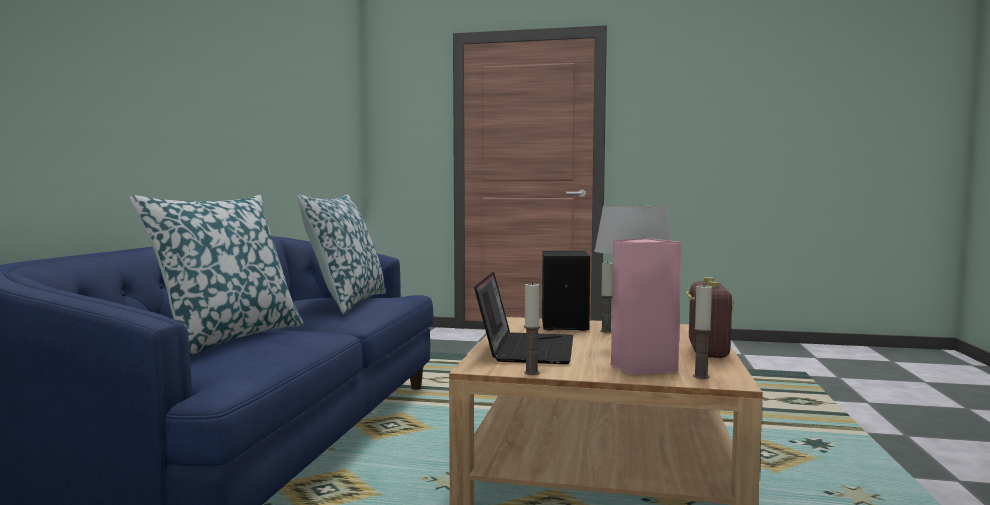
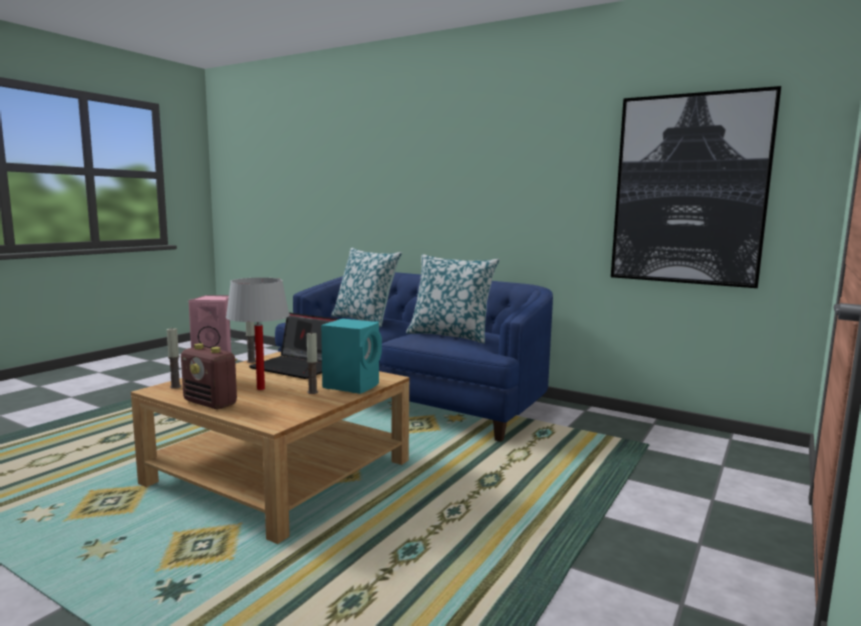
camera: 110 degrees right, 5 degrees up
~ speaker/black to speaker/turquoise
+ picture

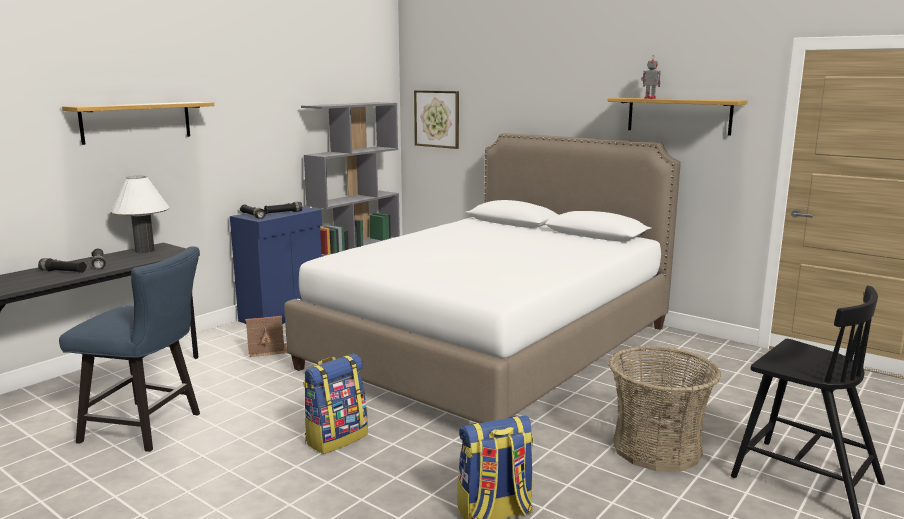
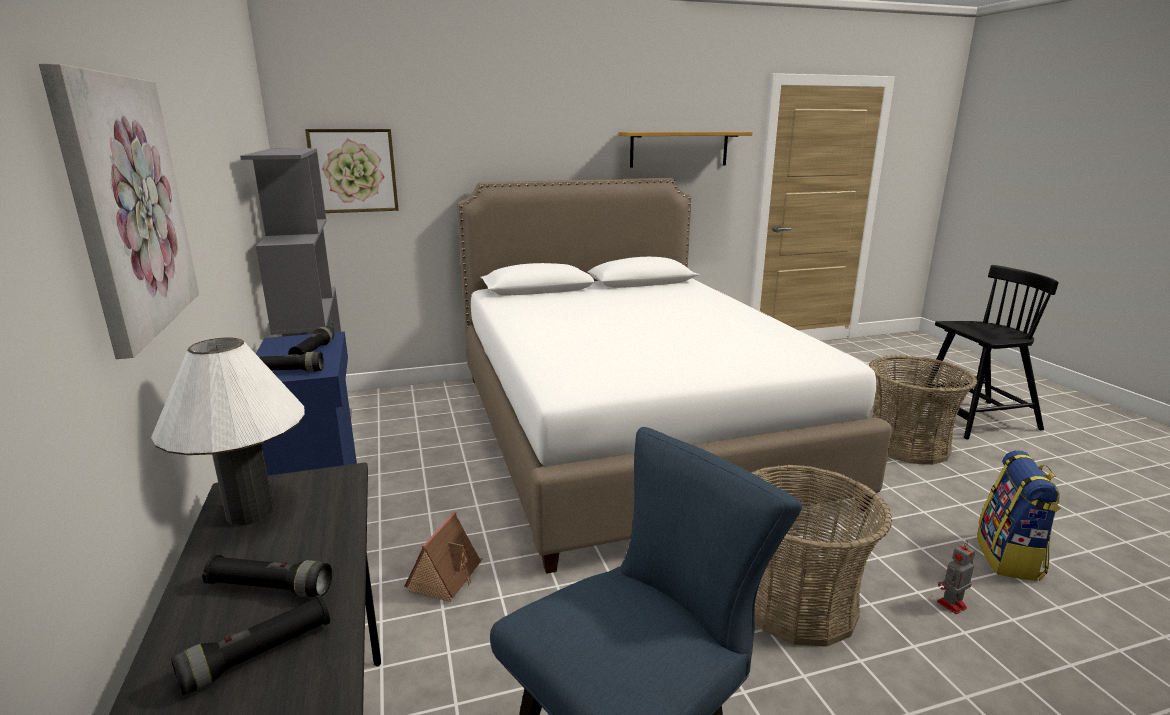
camera: 55 degrees left, 5 degrees up
~ toy robot
~ shelf (1st from left) to picture (1st from left)
~ backpack (1st from left) to basket (1st from left)

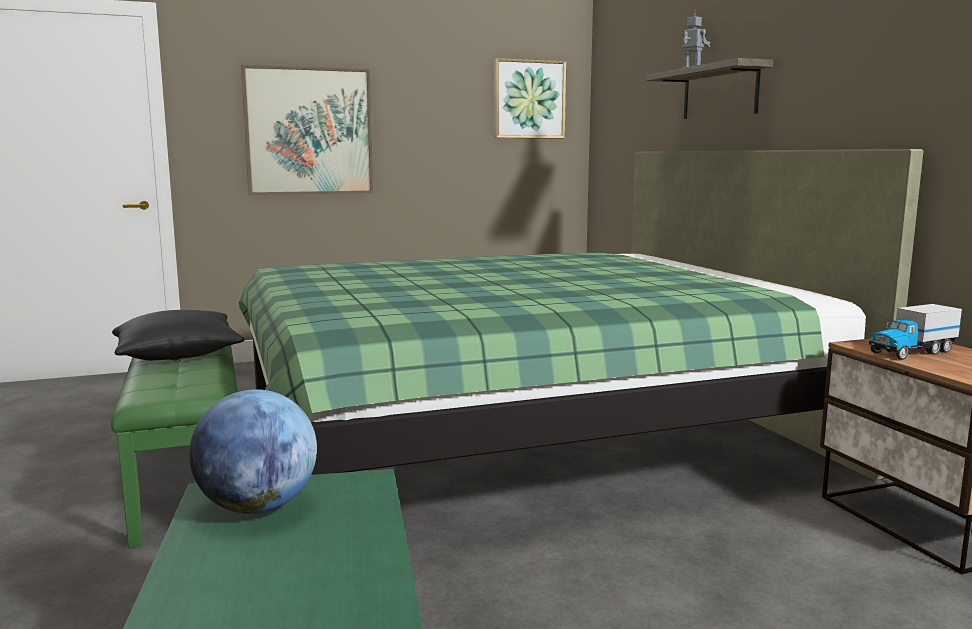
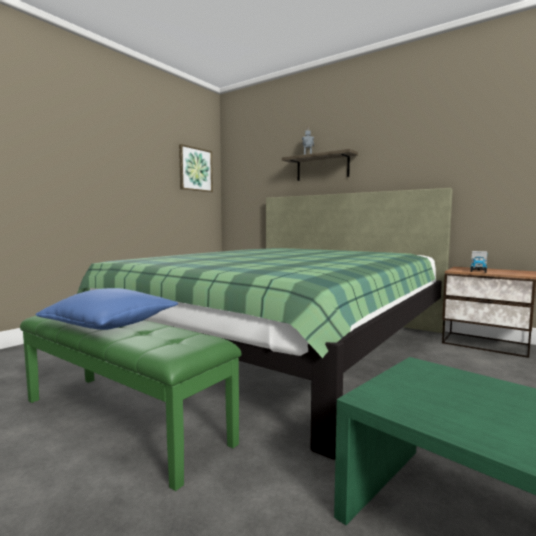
camera: 35 degrees left, 5 degrees down
- picture (1st from left)
~ pillow/black to pillow/blue
- globe

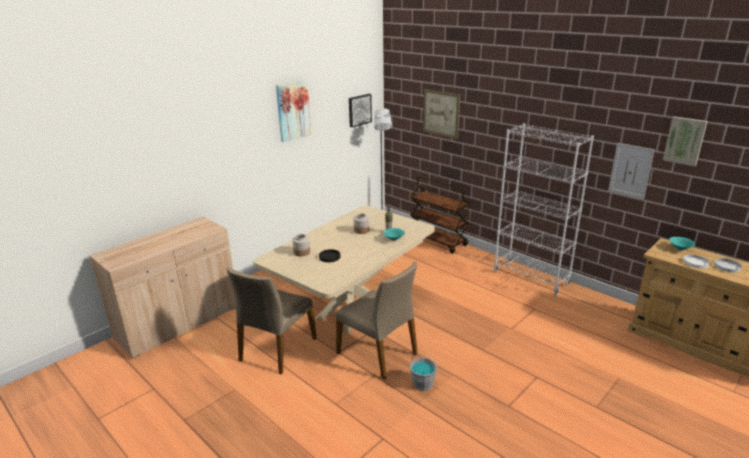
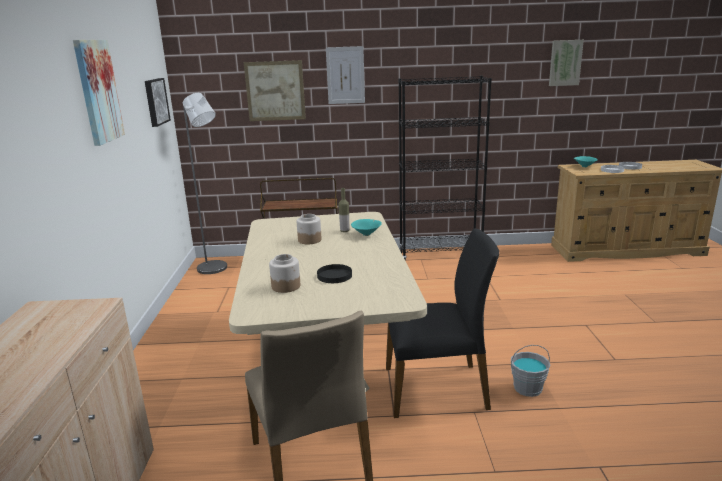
camera: 45 degrees left, 5 degrees down
~ bookcase/white to bookcase/black
~ picture (4th from left)
~ chair/beige (2nd from left) to chair/black

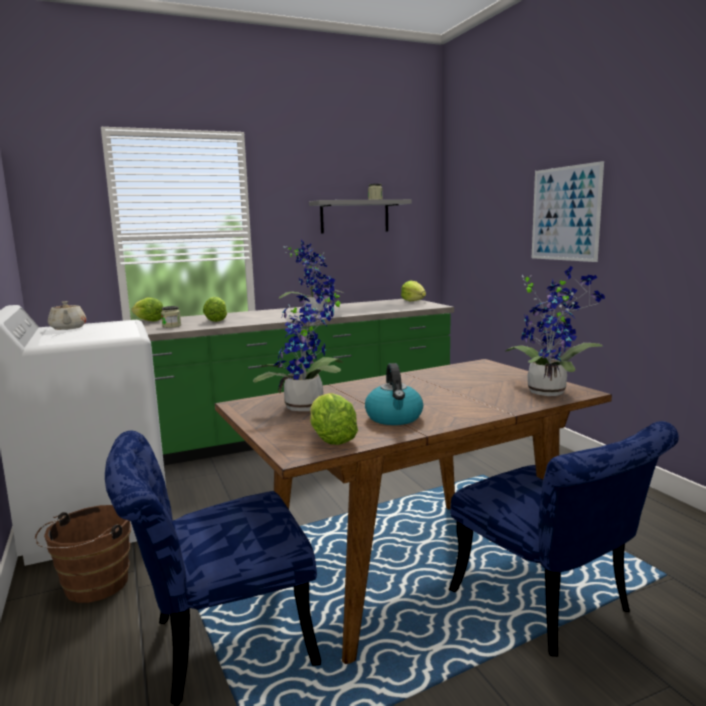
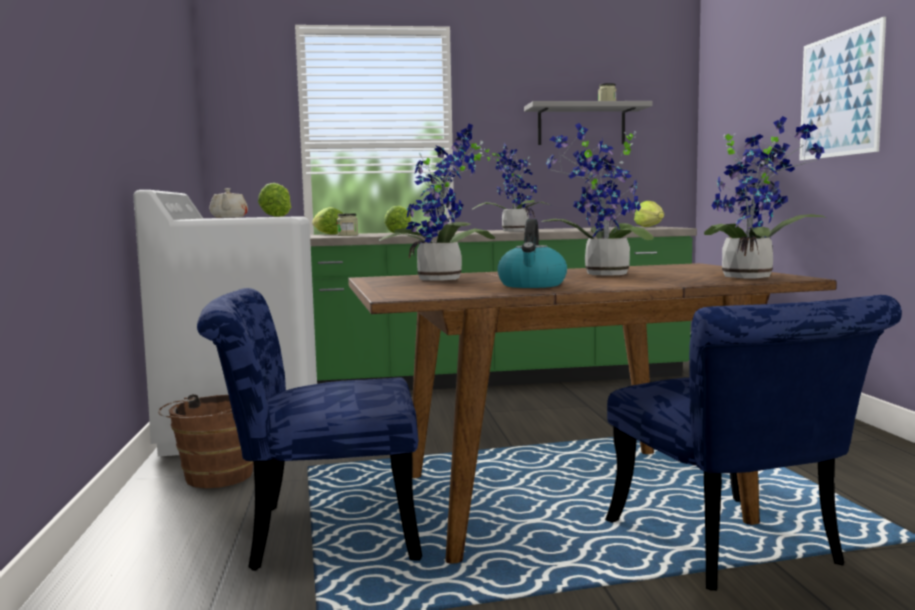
camera: 15 degrees right, 5 degrees down
~ lettuce (3rd from left in the first image) to lettuce (1st from left)
+ potted plant (3rd from left)

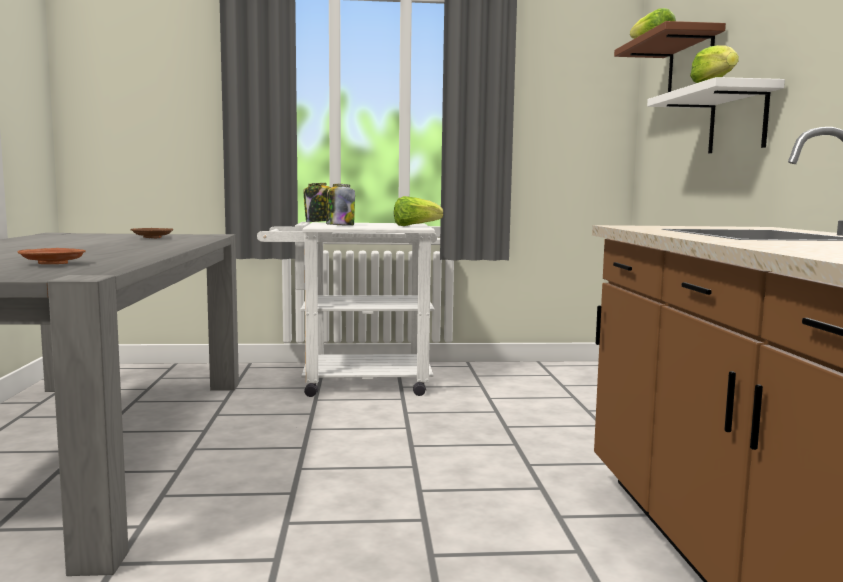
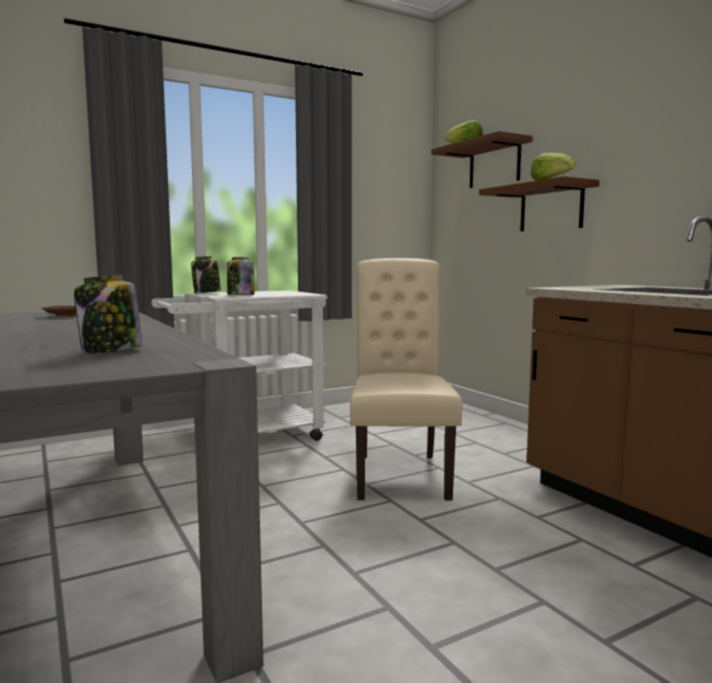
camera: 25 degrees left, 0 degrees up
~ shelf/white to shelf/brown (2nd from left)
- lettuce (1st from left)
~ plate/brown (1st from left) to jar (1st from left)
+ chair/beige

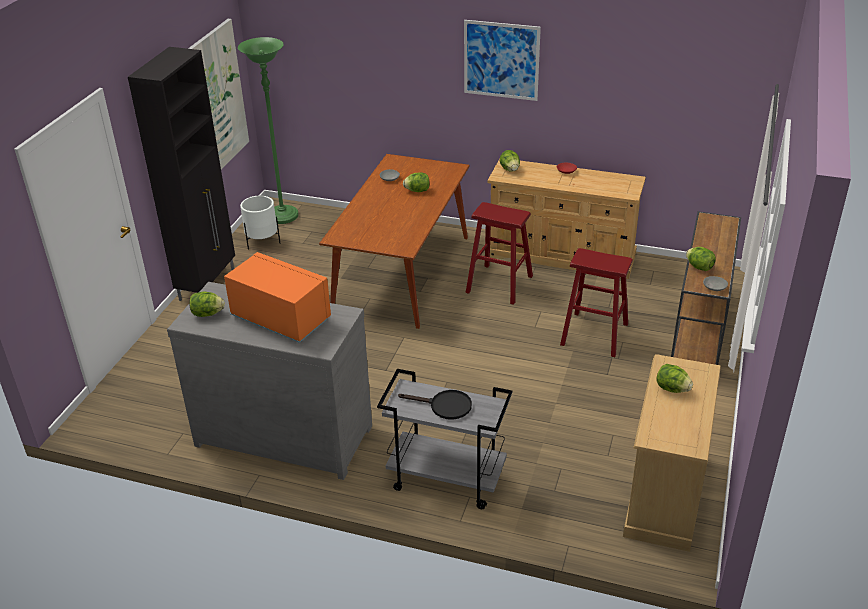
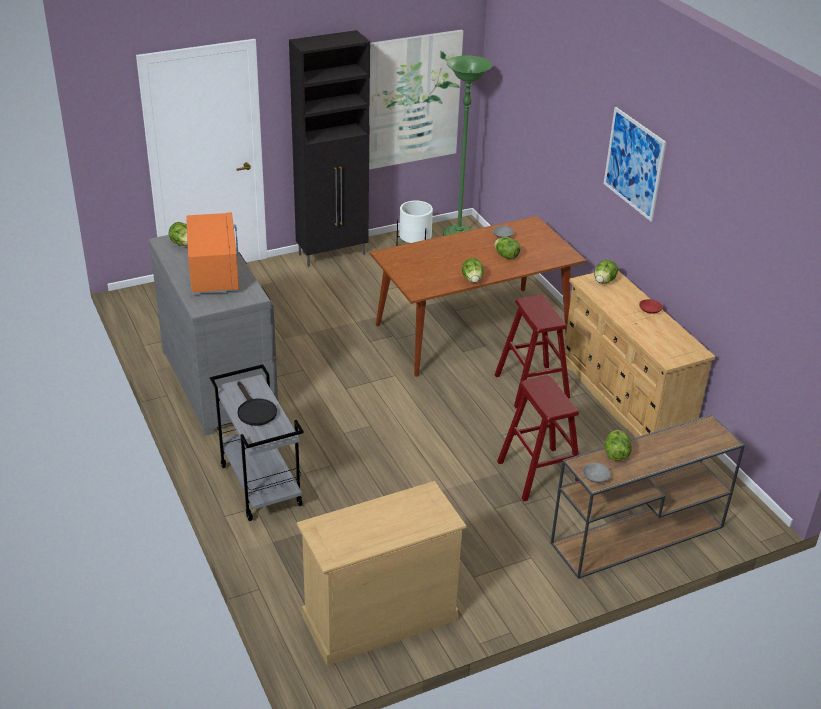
camera: 45 degrees right, 0 degrees up
~ lettuce (4th from left in the first image) to lettuce (2nd from left)

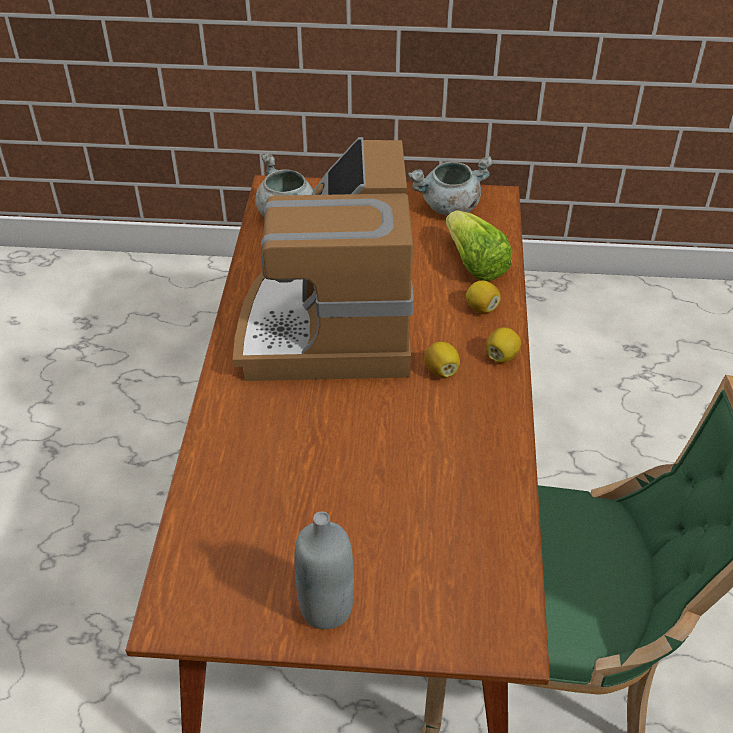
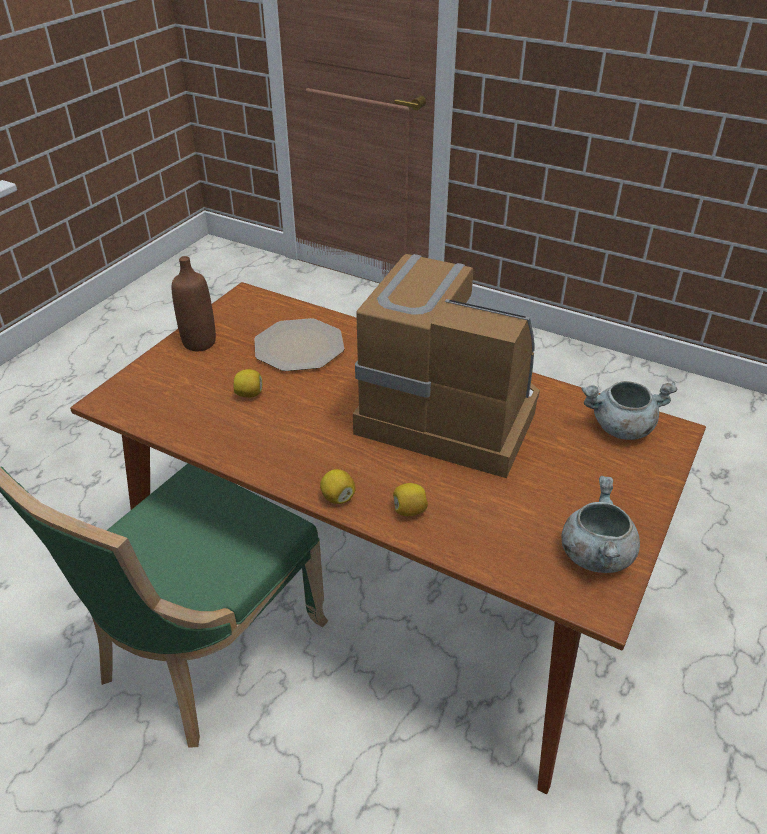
camera: 115 degrees right, 5 degrees down
- lettuce
~ lemon (1st from left)
~ bottle/grey to bottle/brown
+ plate

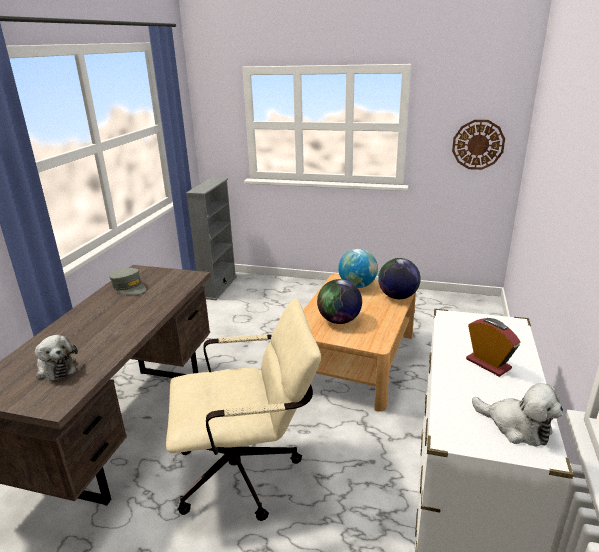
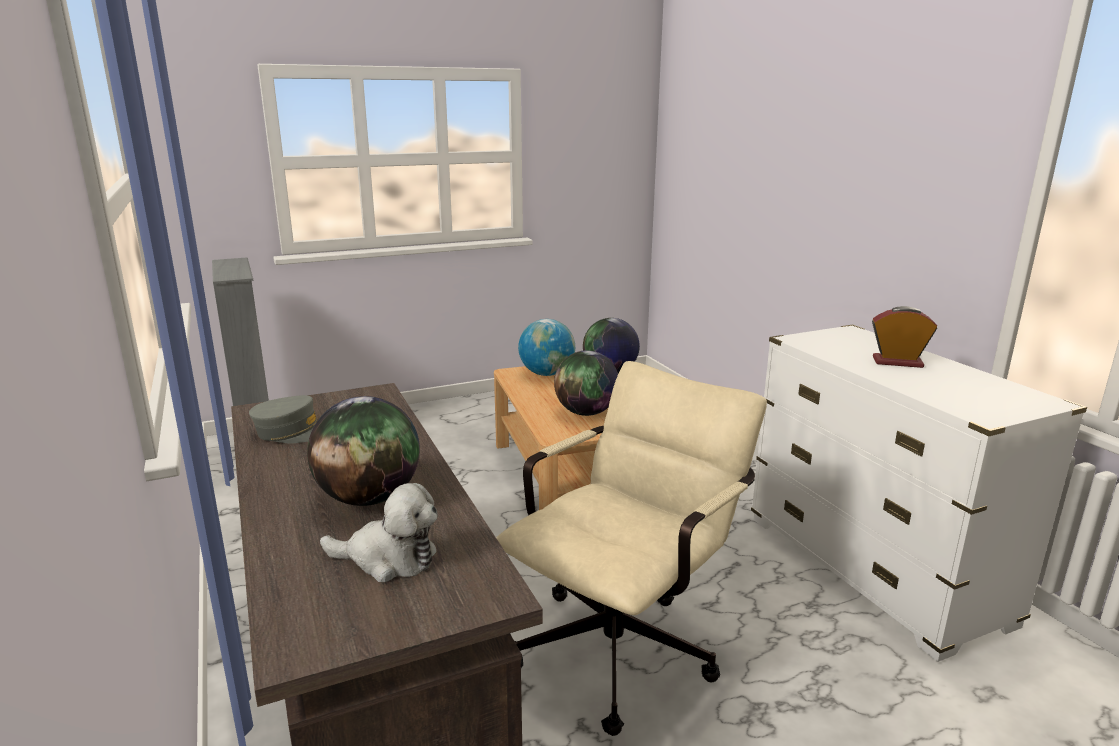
camera: 40 degrees left, 5 degrees down
- wall clock
- plush toy (2nd from left)
+ globe (1st from left)

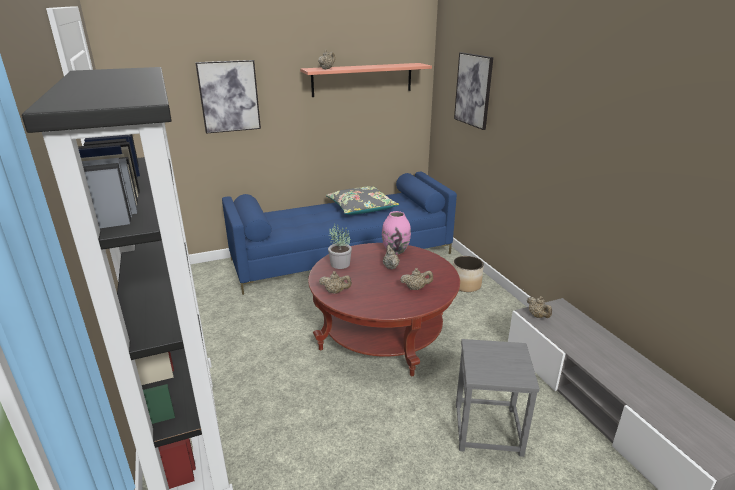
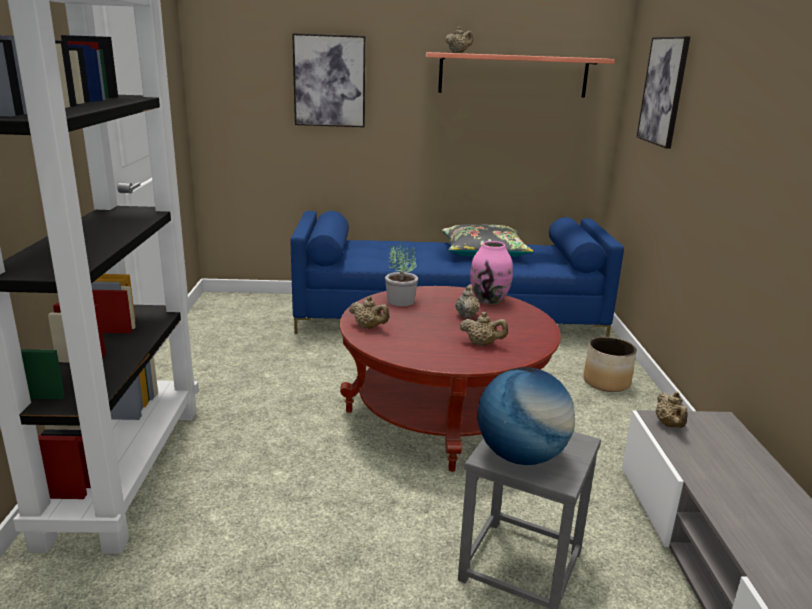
camera: 20 degrees right, 5 degrees down
+ globe

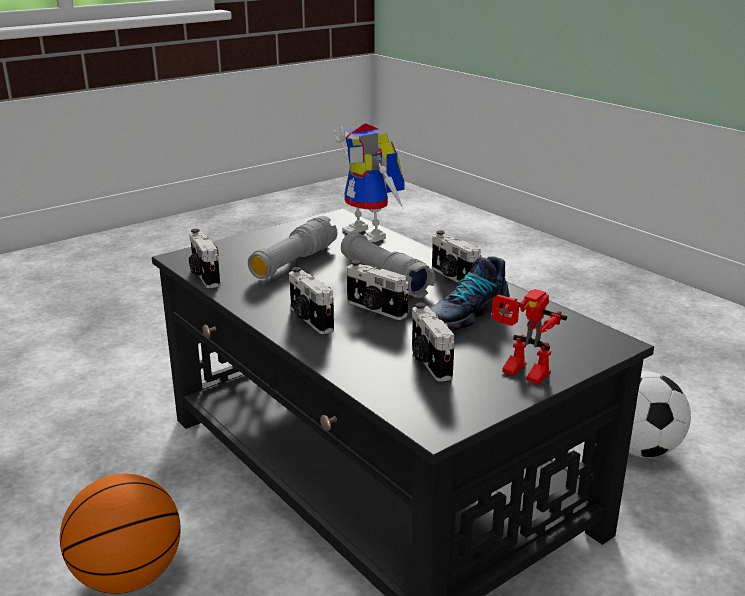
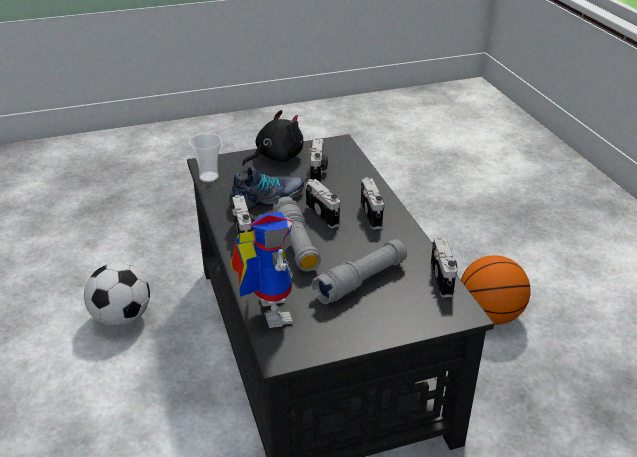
camera: 160 degrees left, 10 degrees up
~ toy robot (2nd from left) to plush toy/black
+ cup

